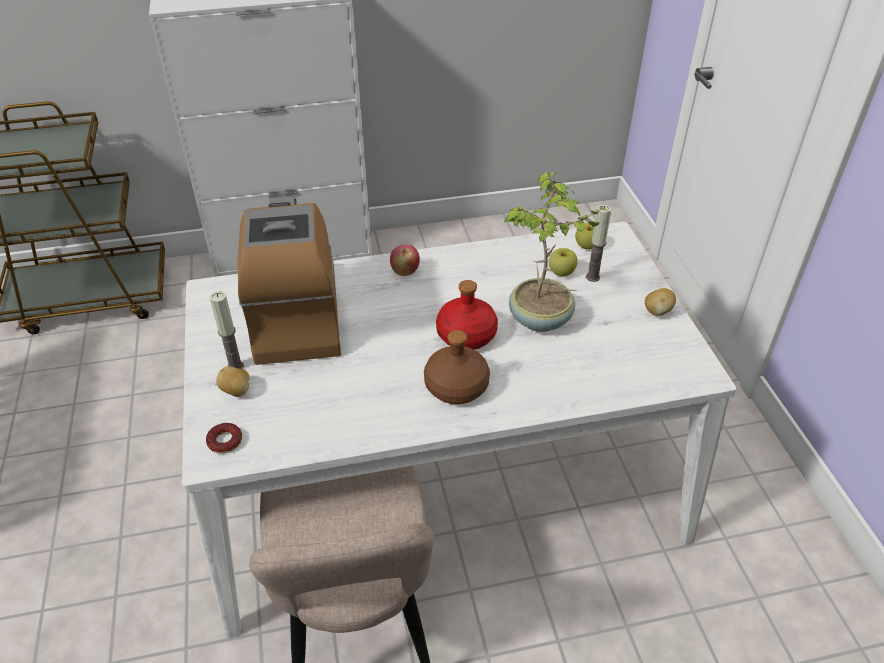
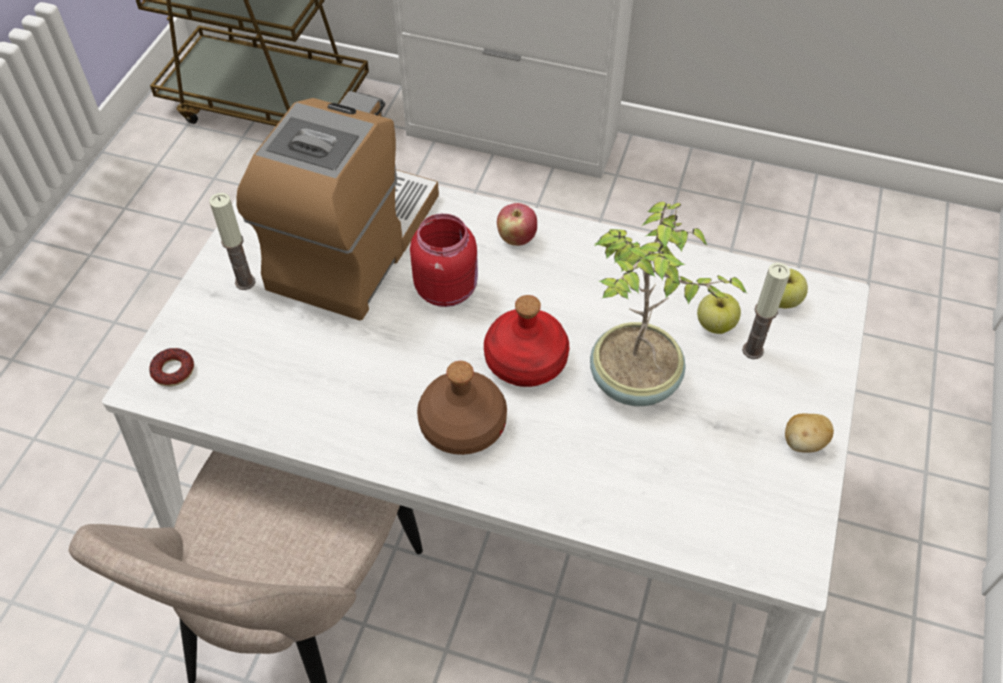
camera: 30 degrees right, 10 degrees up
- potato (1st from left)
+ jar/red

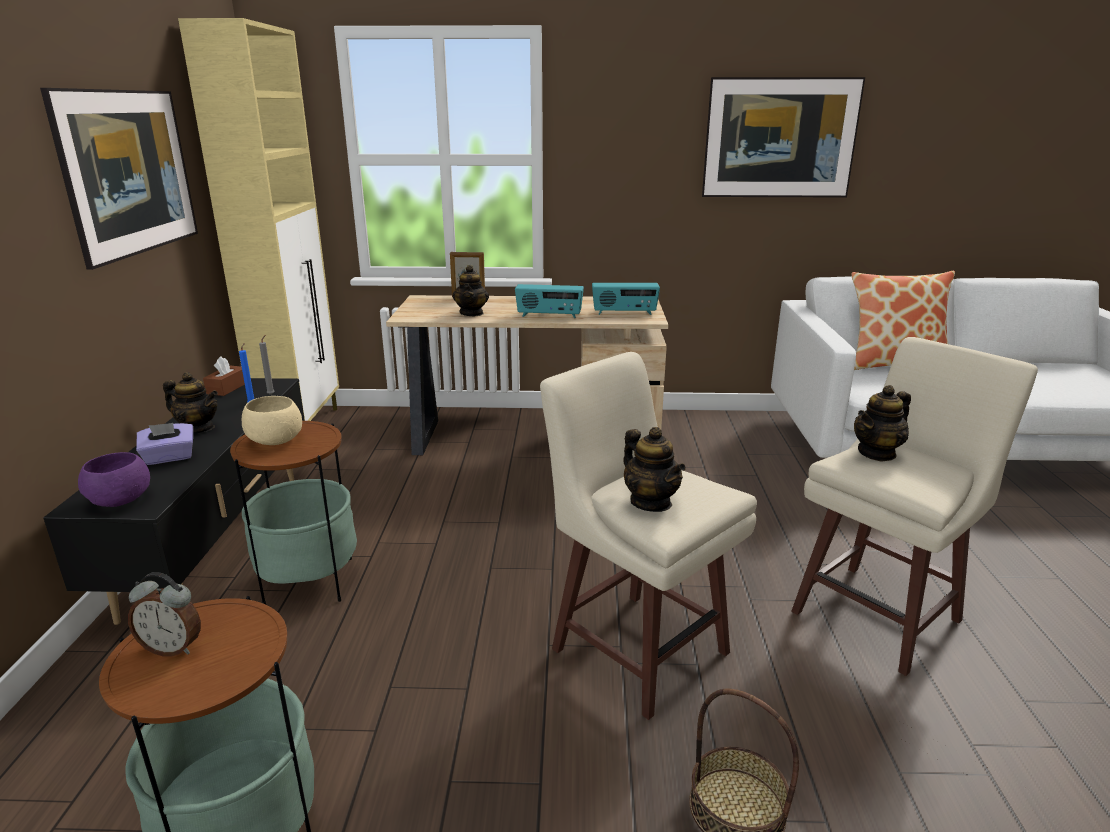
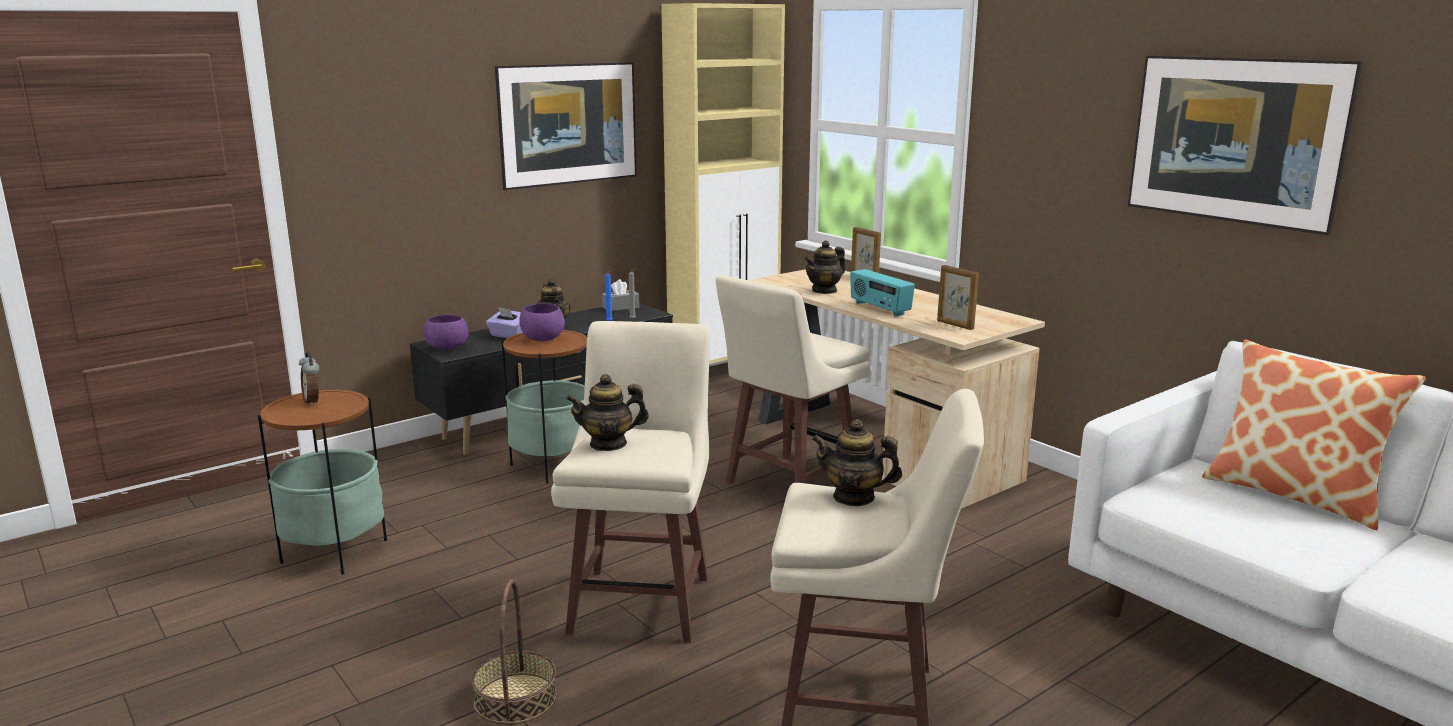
camera: 50 degrees right, 5 degrees down
~ radio (2nd from left) to picture frame (2nd from left)
~ tissue box/brown to tissue box/grey
~ bowl/beige to bowl/purple (2nd from left)
~ teapot (3rd from left in the first image) 60 degrees clockwise
+ stool/beige (2nd from left)

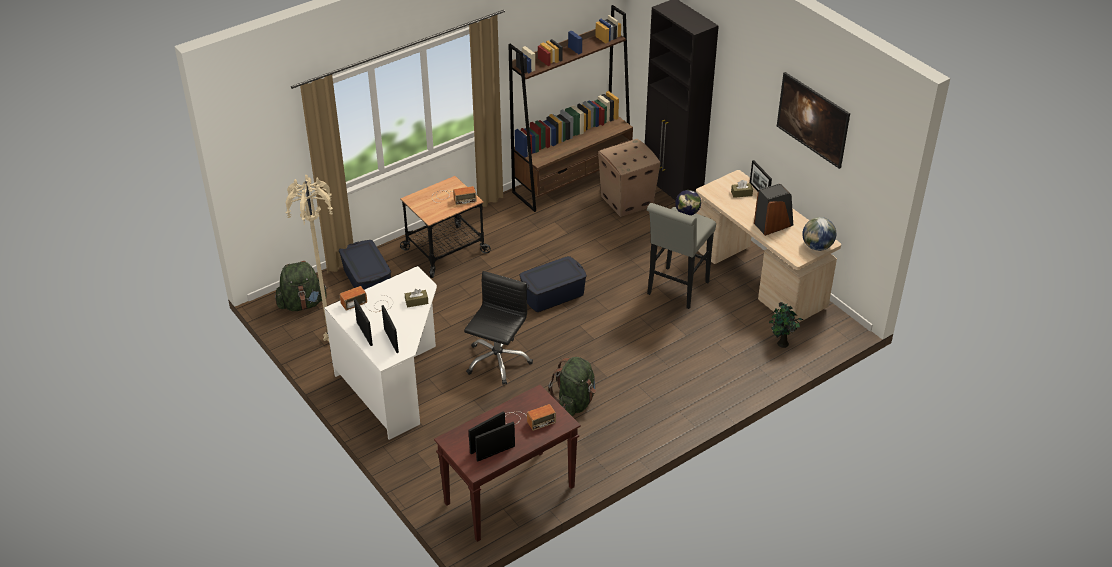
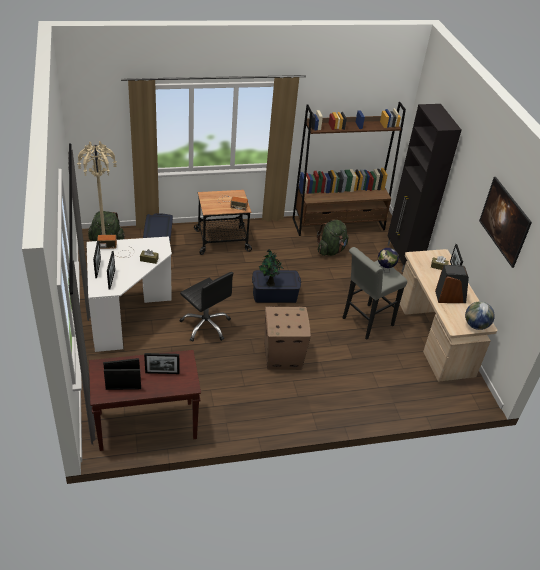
camera: 20 degrees right, 0 degrees up
~ cardboard box
~ office chair/black 90 degrees clockwise
~ potted plant
~ backpack/green (2nd from left)
~ radio (3rd from left) to picture frame (5th from left)

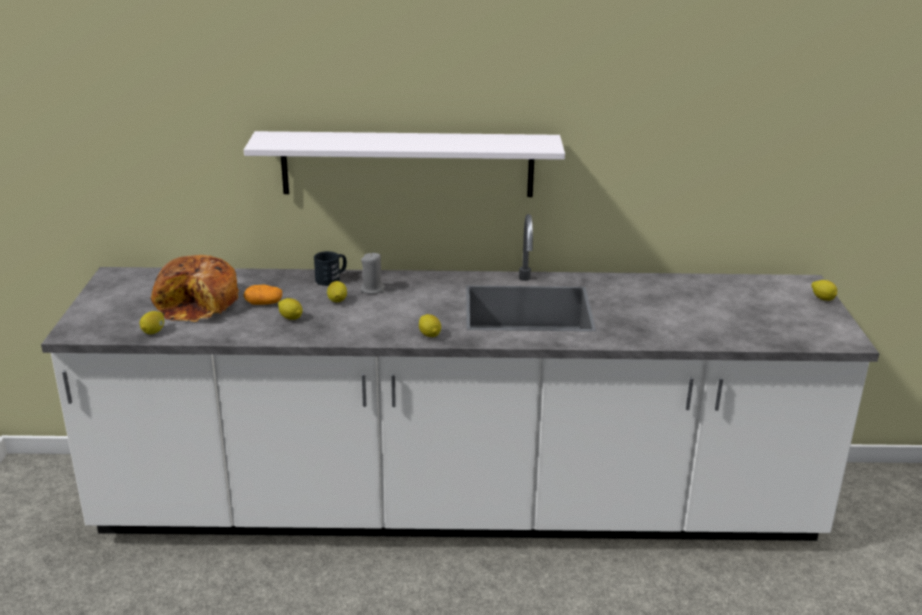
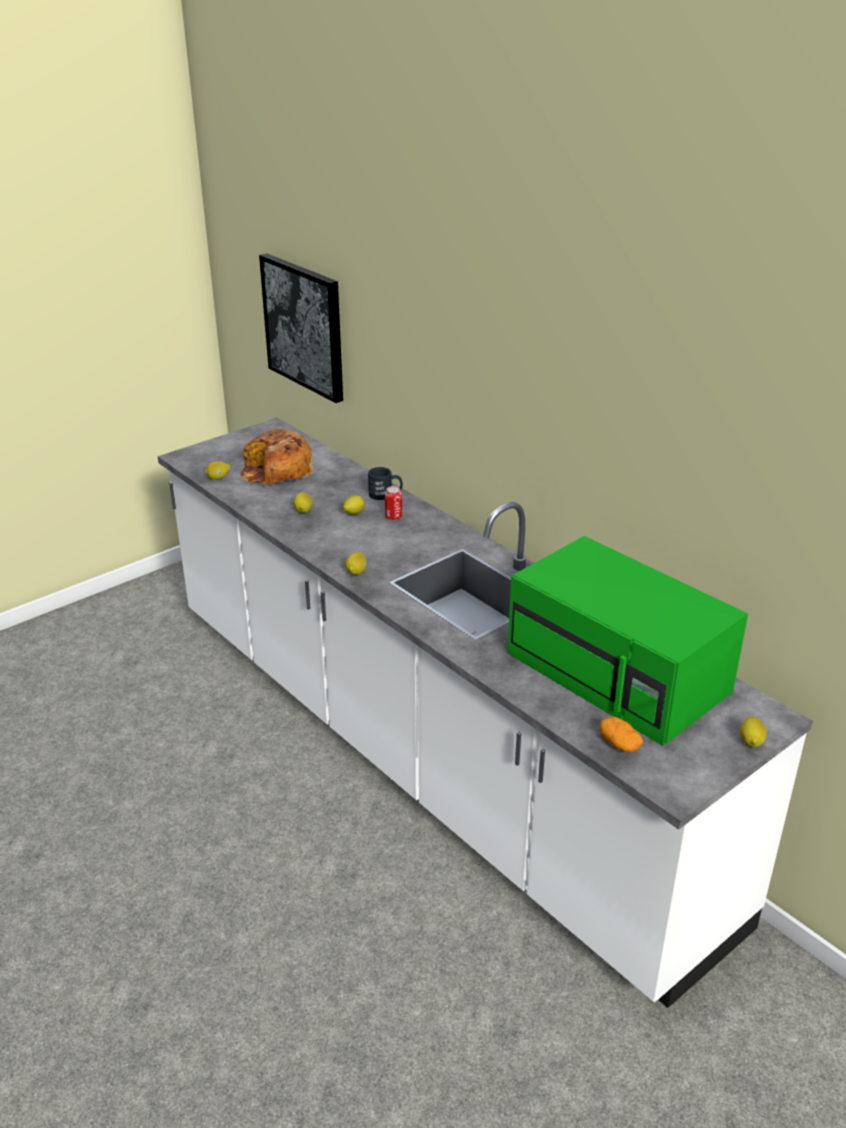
camera: 50 degrees right, 5 degrees up
- shelf/white
~ candle/grey to can
~ potato
+ picture
+ microwave/green

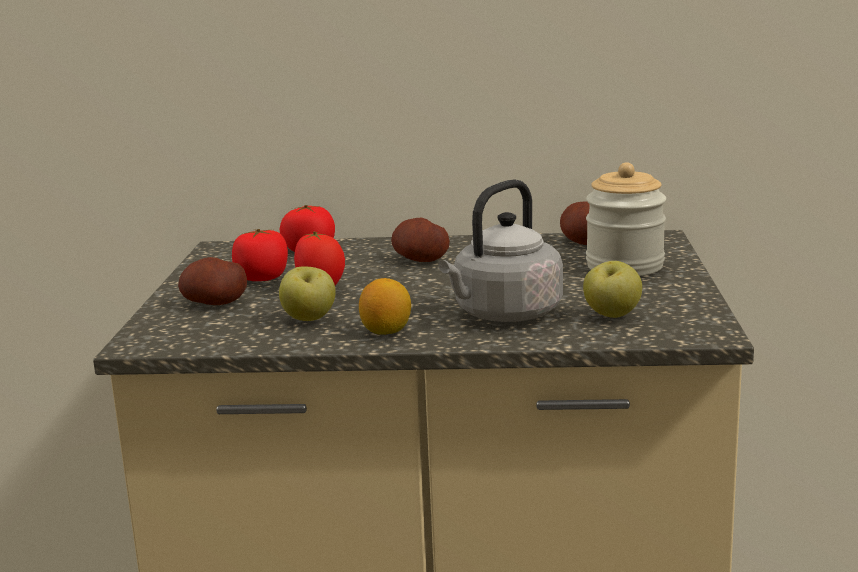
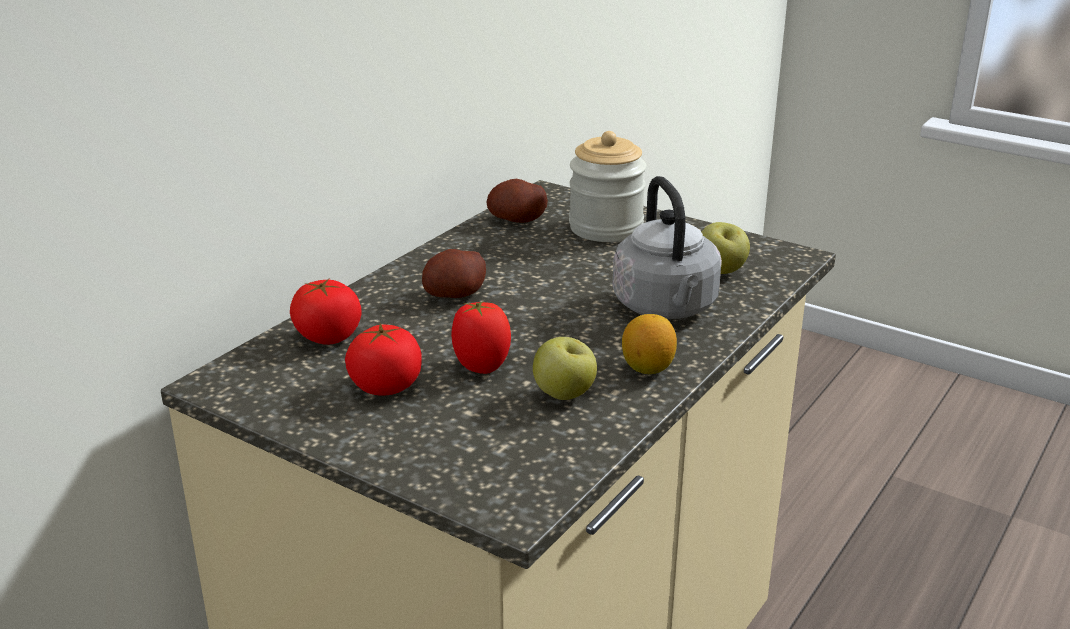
camera: 60 degrees left, 10 degrees up
- potato (1st from left)

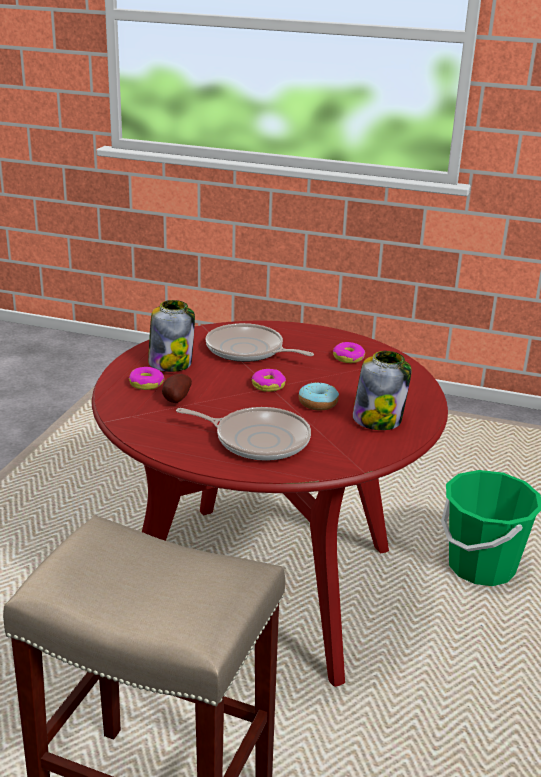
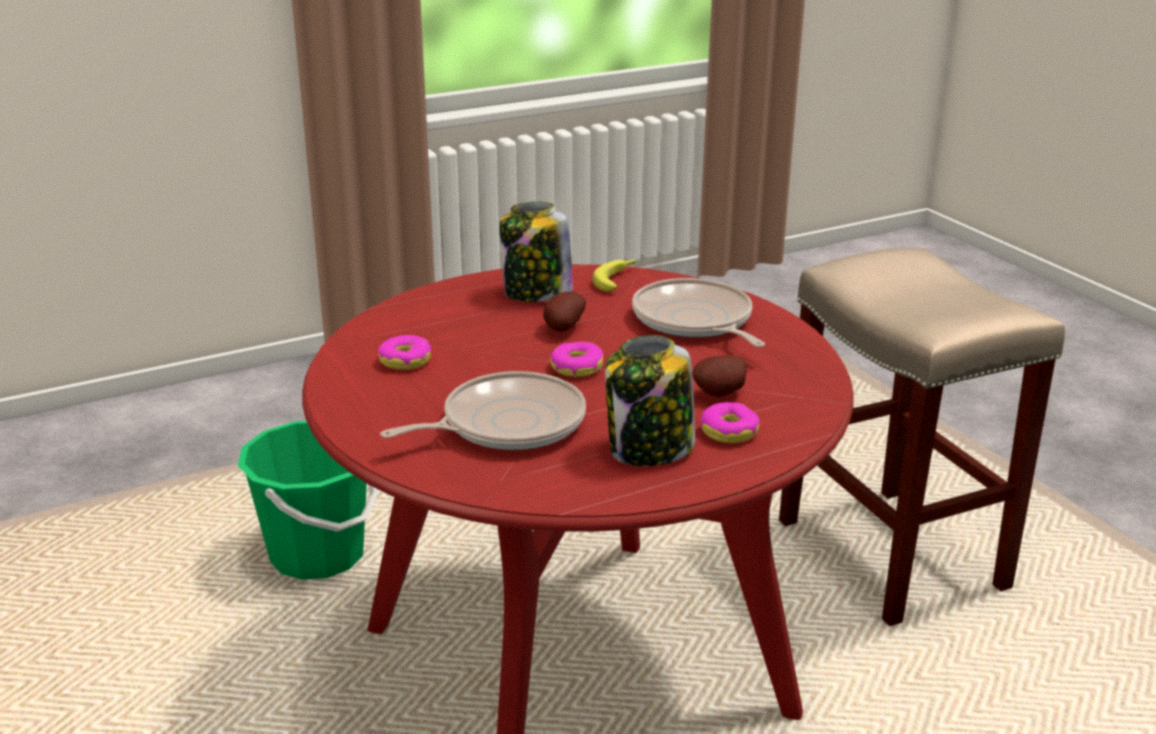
camera: 135 degrees left, 0 degrees up
~ frying pan (2nd from left in the first image) 105 degrees counterclockwise
~ donut (3rd from left) to potato (1st from left)
+ banana

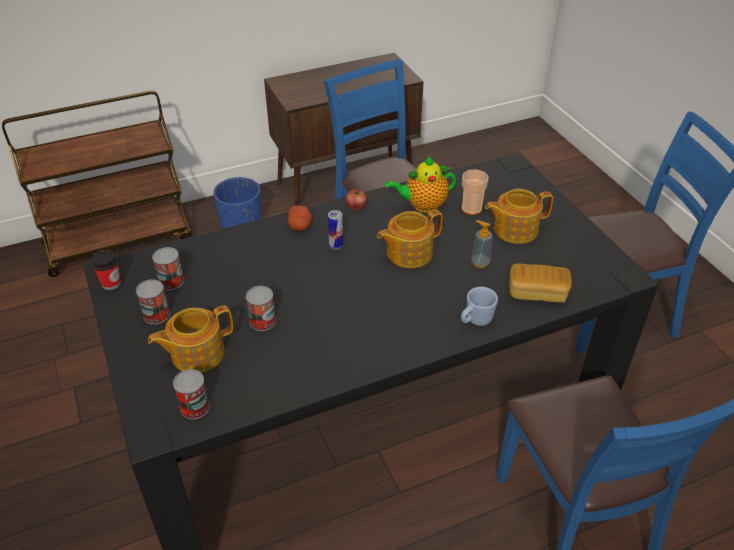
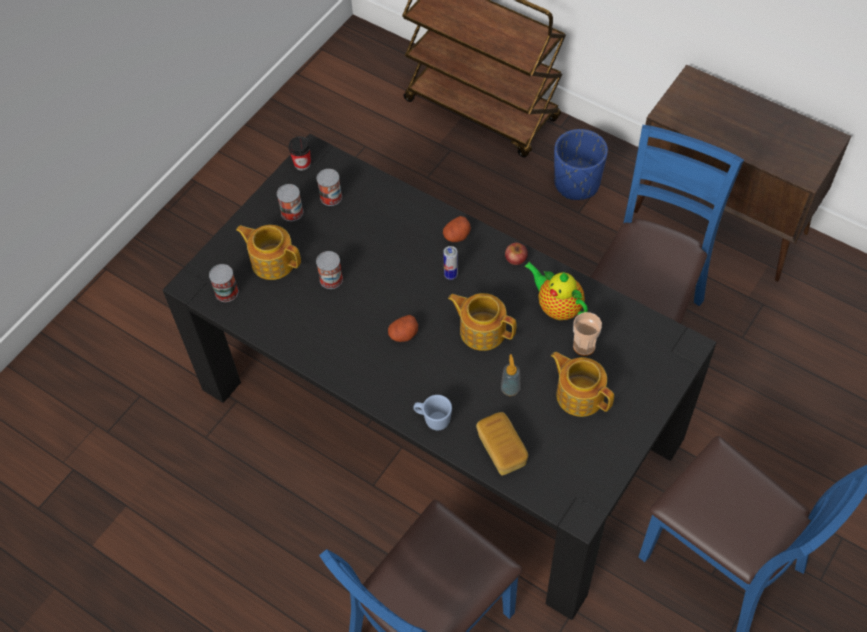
camera: 60 degrees right, 15 degrees up
+ potato (1st from left)

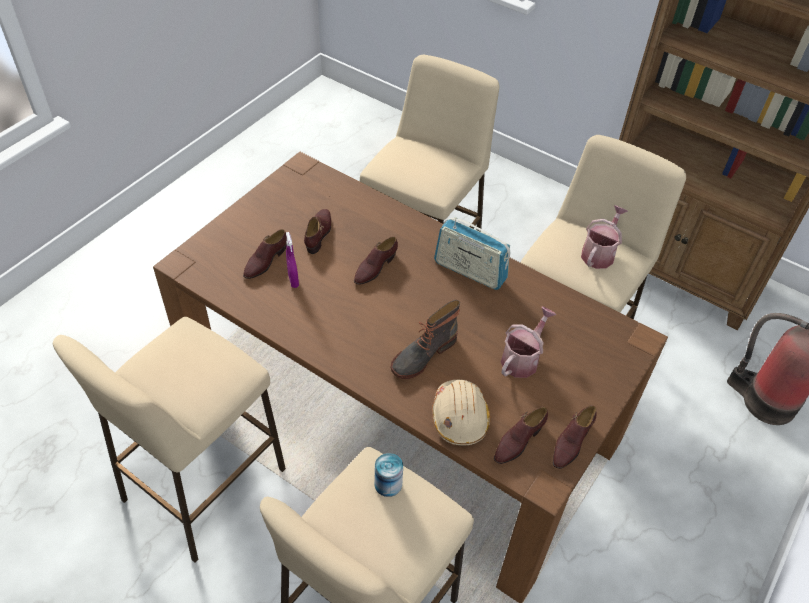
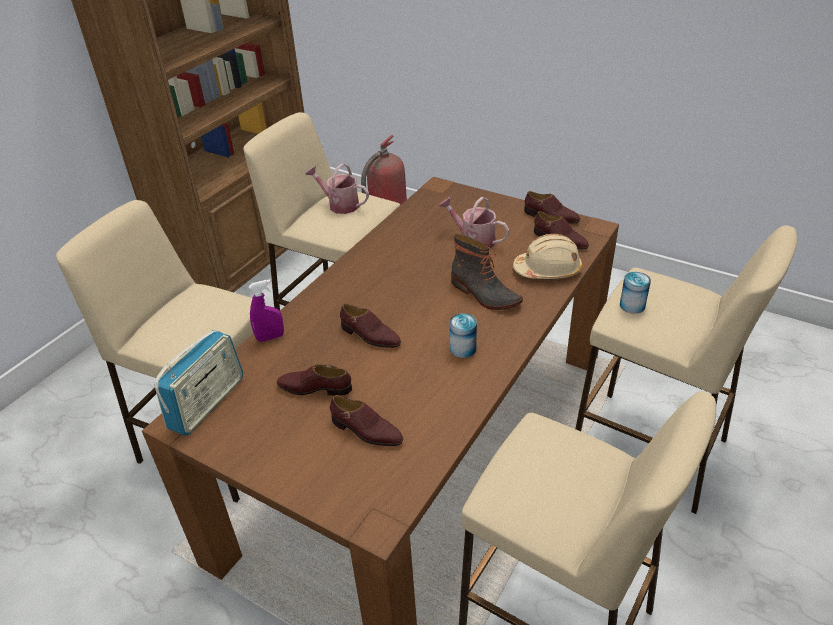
camera: 90 degrees left, 10 degrees down
~ radio
~ spray bottle/purple
+ can (1st from left)

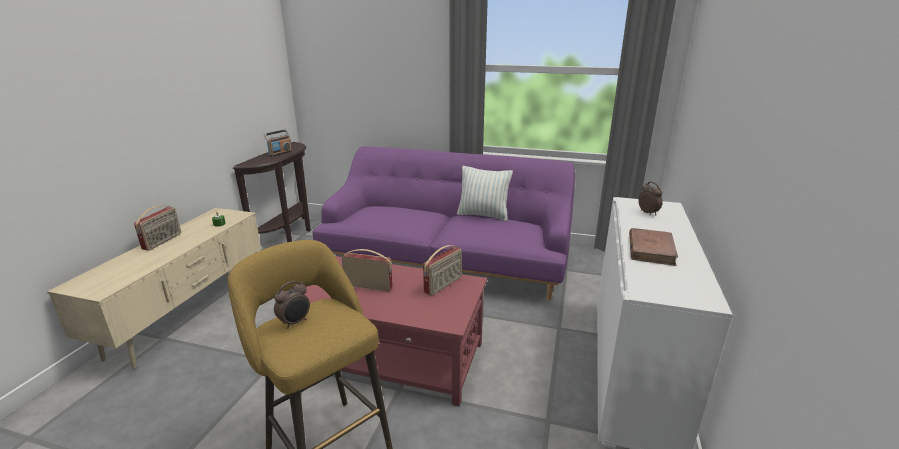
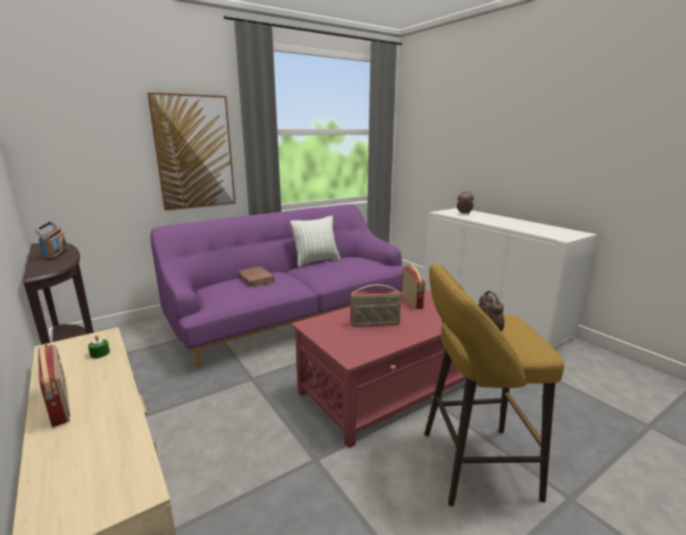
camera: 50 degrees left, 5 degrees down
~ book/brown
~ radio (3rd from left) 150 degrees counterclockwise
+ picture

